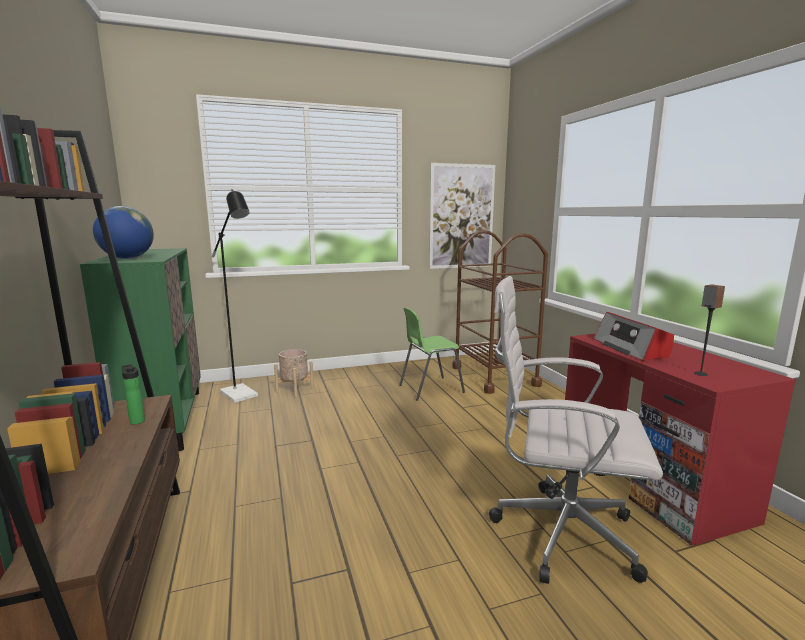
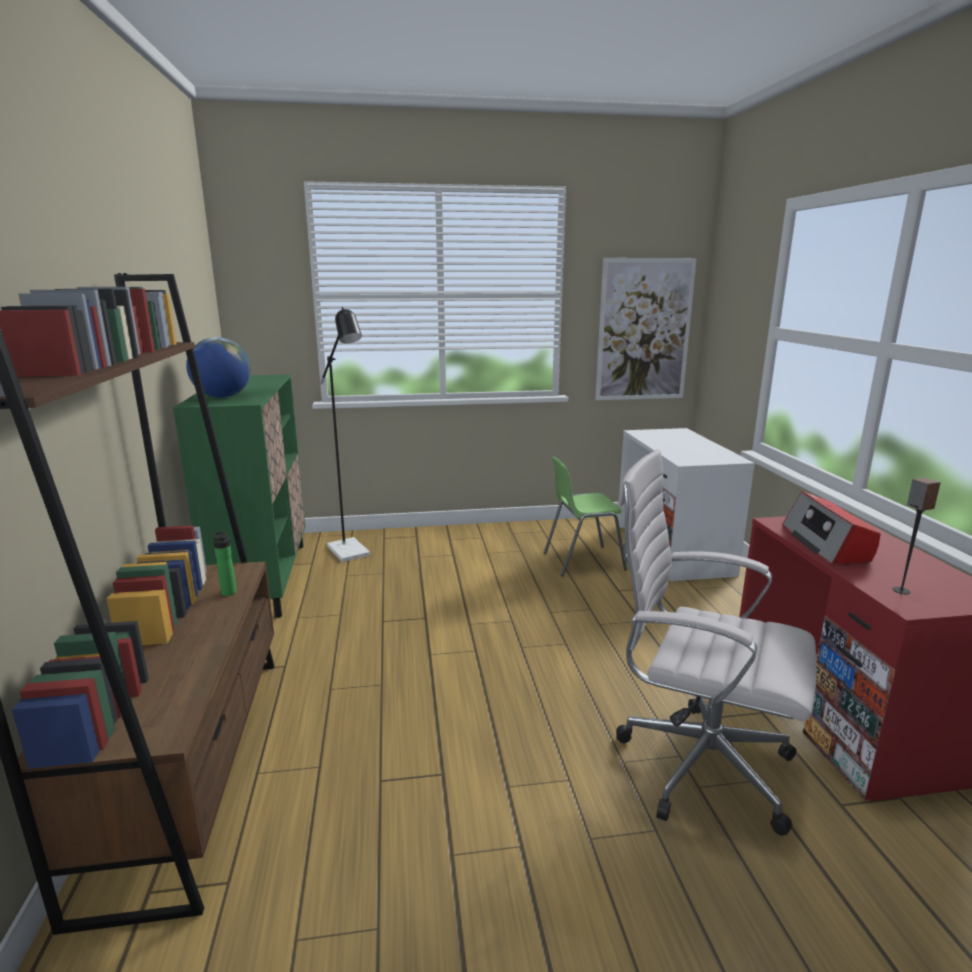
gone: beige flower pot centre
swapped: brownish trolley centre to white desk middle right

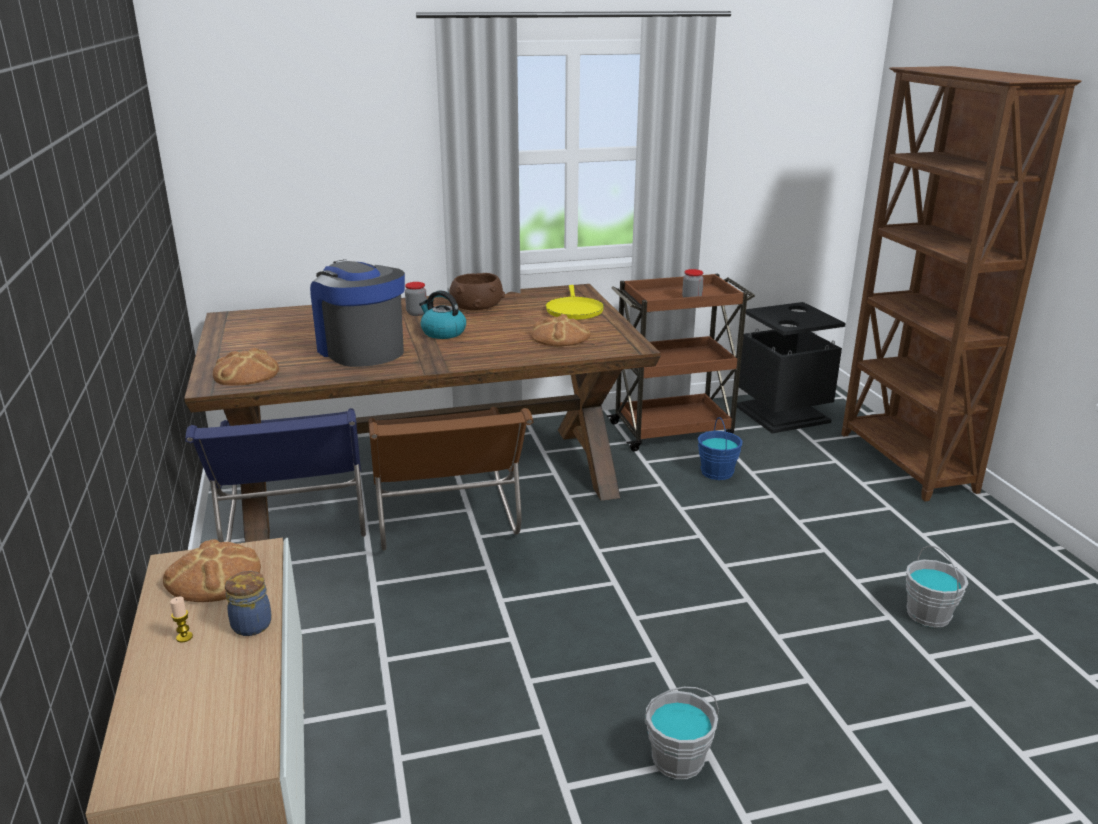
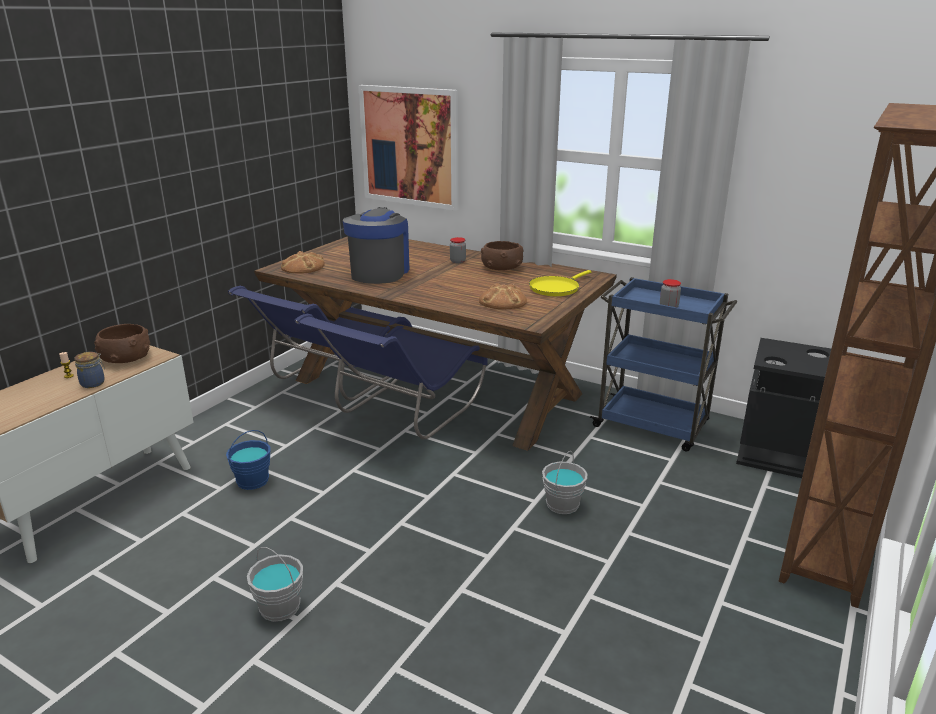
gone: kettle centre
new: wall picture top centre
shifted: blue-coloured bucket centre to middle left; greyish bucket (no. 2 from left) bottom right to bottom centre
swapped: baked bread (no. 1 from left) bottom left to brownish bowl (no. 1 from left) middle left
repainted: brownish trolley centre to blue-coloured trolley middle right; brownish plain chair centre to blue-coloured plain chair (no. 2 from left) centre

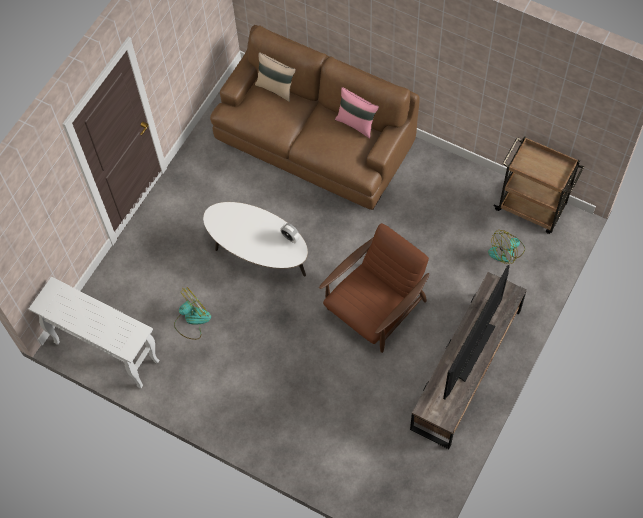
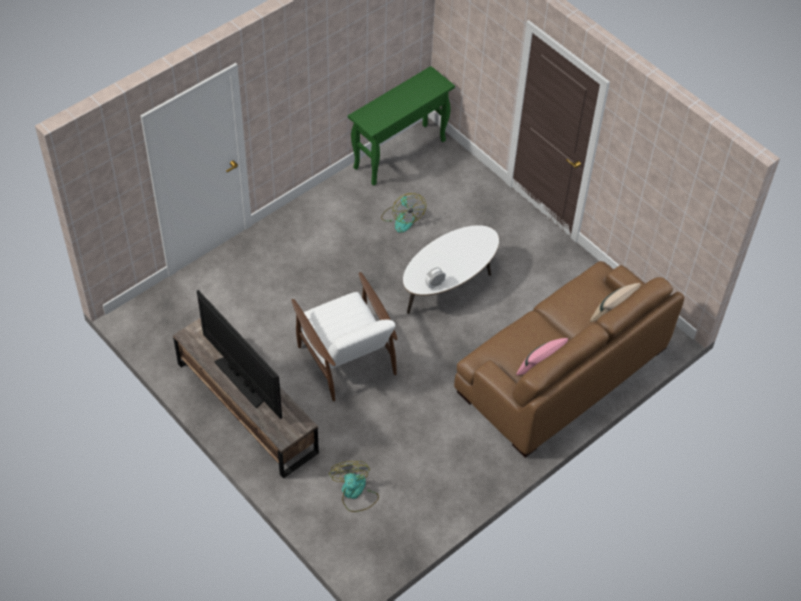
gone: brownish trolley middle right
repainted: brownish armchair centre to white armchair centre; white hall table middle left to green hall table top centre

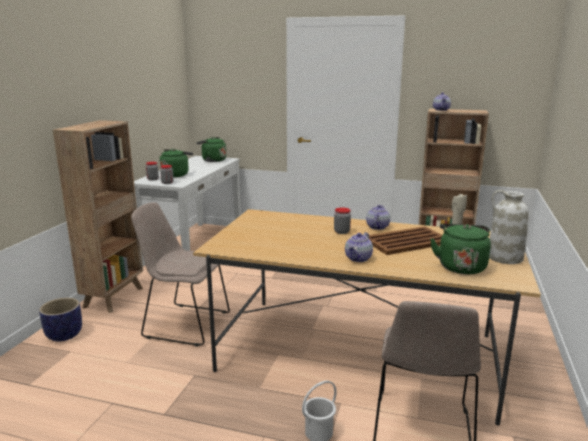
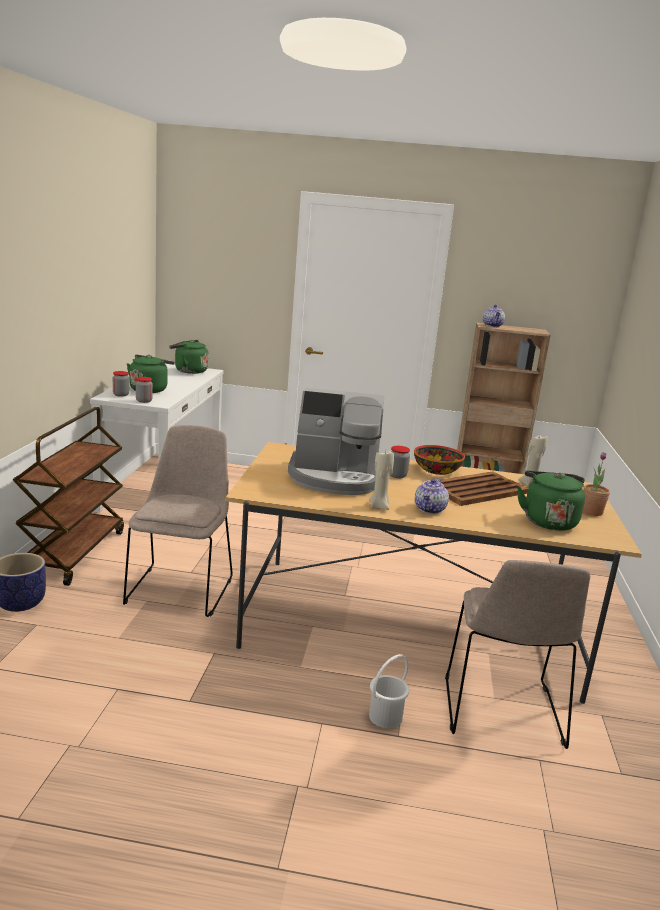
new: coffee maker centre; beige wax candle (no. 1 from left) centre
swapped: brownish shelving unit (no. 1 from left) middle left to brownish trolley middle left; white vase middle right to plant in a pot middle right; tea pot (no. 2 from left) centre to bowl centre
rotated: beige plain chair (no. 1 from left) middle left = middle left 90 degrees clockwise

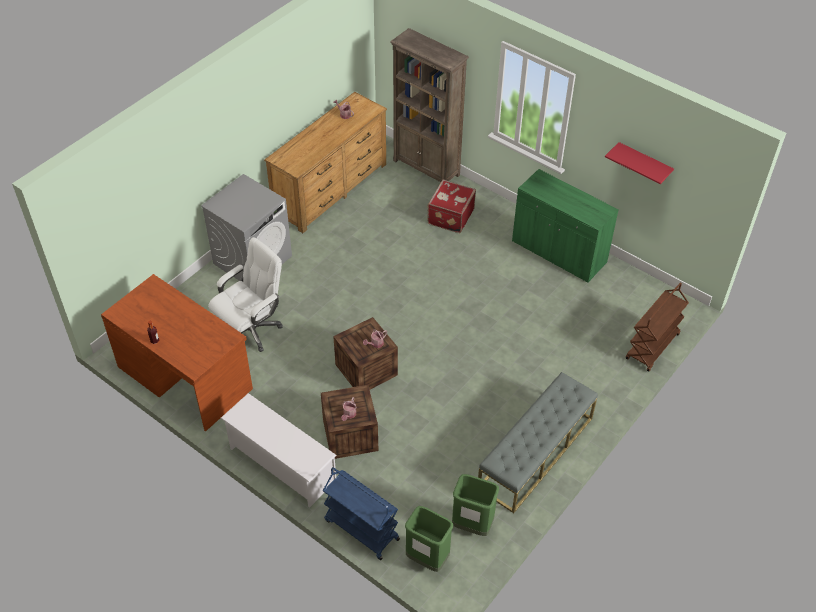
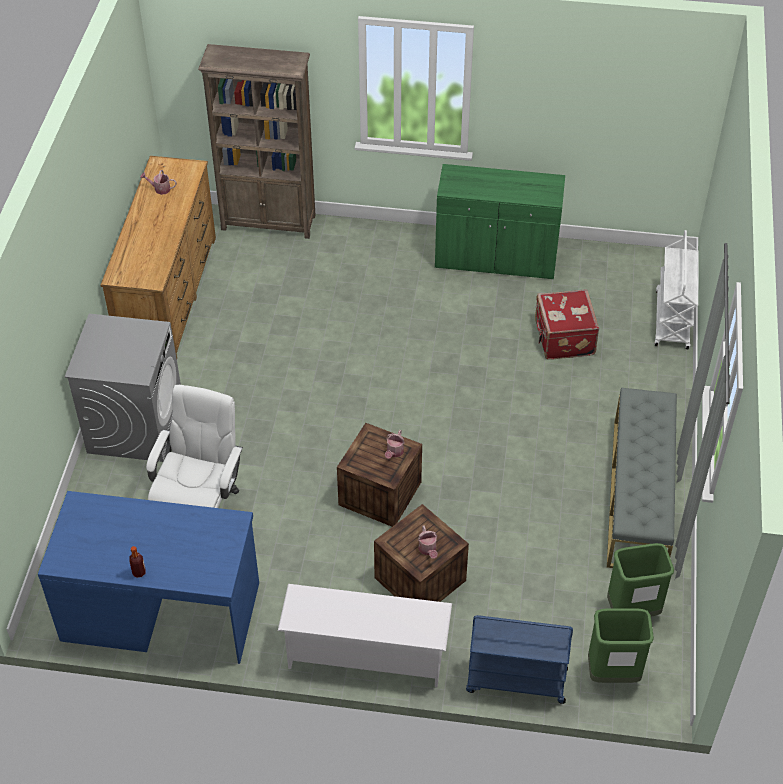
gone: reddish shelf top right
shifted: reddish travel case centre to middle right
repainted: brownish desk middle left to blue-coloured desk bottom left; brownish trolley middle right to white trolley middle right

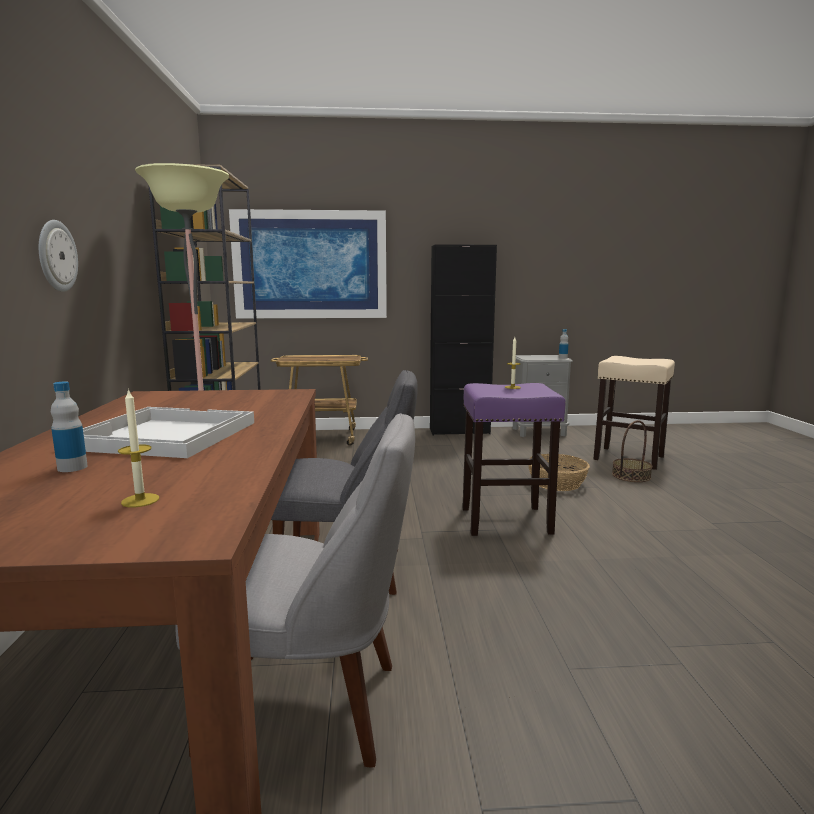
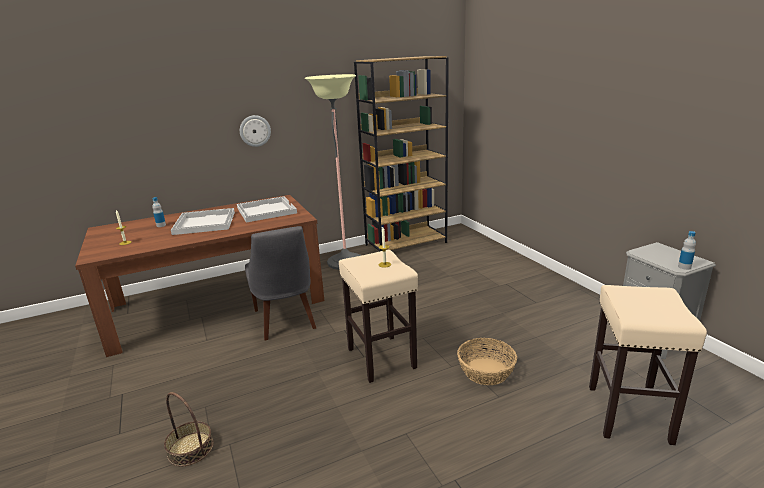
gone: wall picture top centre; blackish storage cabinet centre; trolley centre; greyish plain chair (no. 1 from left) bottom centre
new: white tray (no. 2 from left) centre
shifted: storage basket (no. 2 from left in the first image) middle right to storage basket (no. 1 from left) bottom left
repainted: purple-coloured stool seat centre to beige stool seat (no. 1 from left) centre

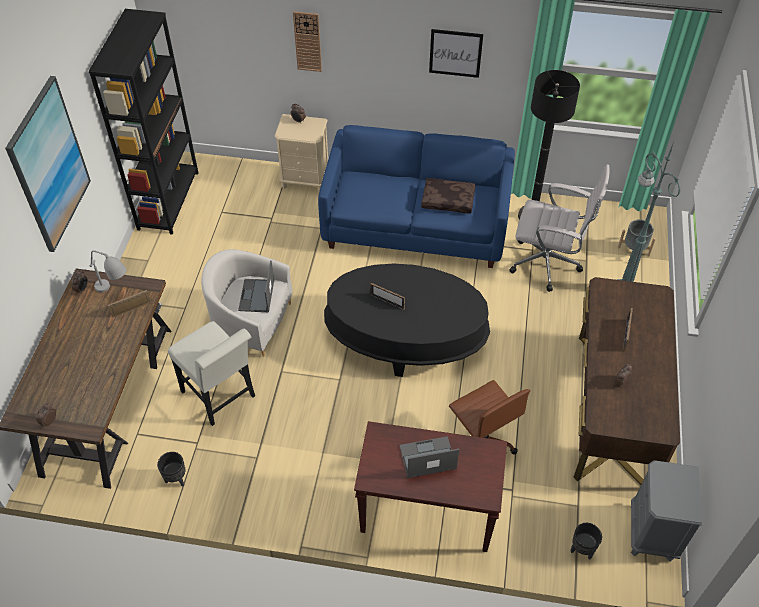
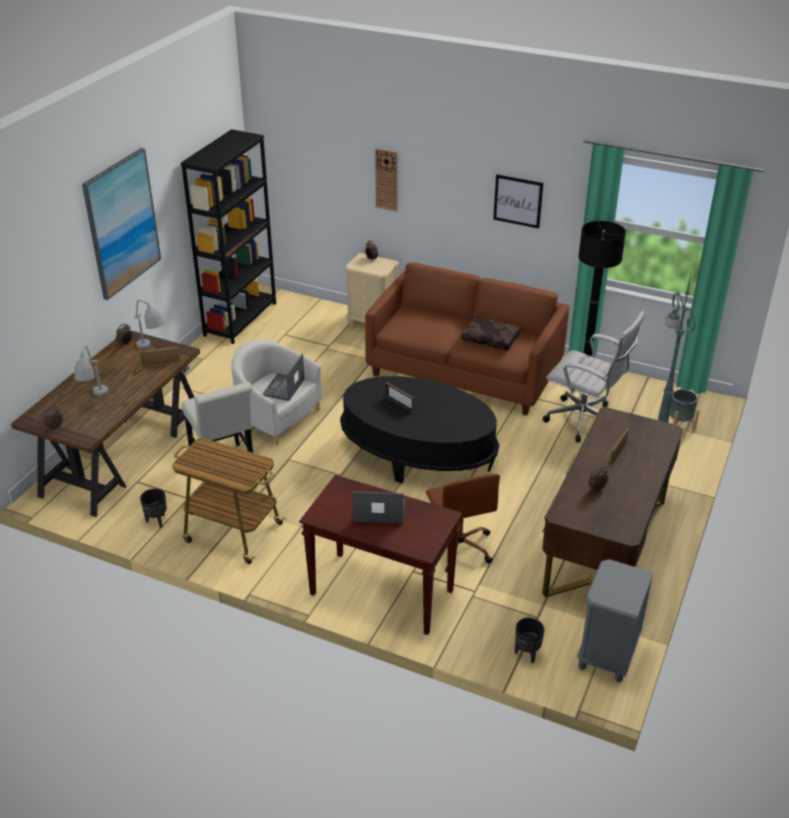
new: greyish tabletop lamp (no. 1 from left) middle left; trolley middle left
repainted: blue-coloured sofa top centre to brownish sofa centre

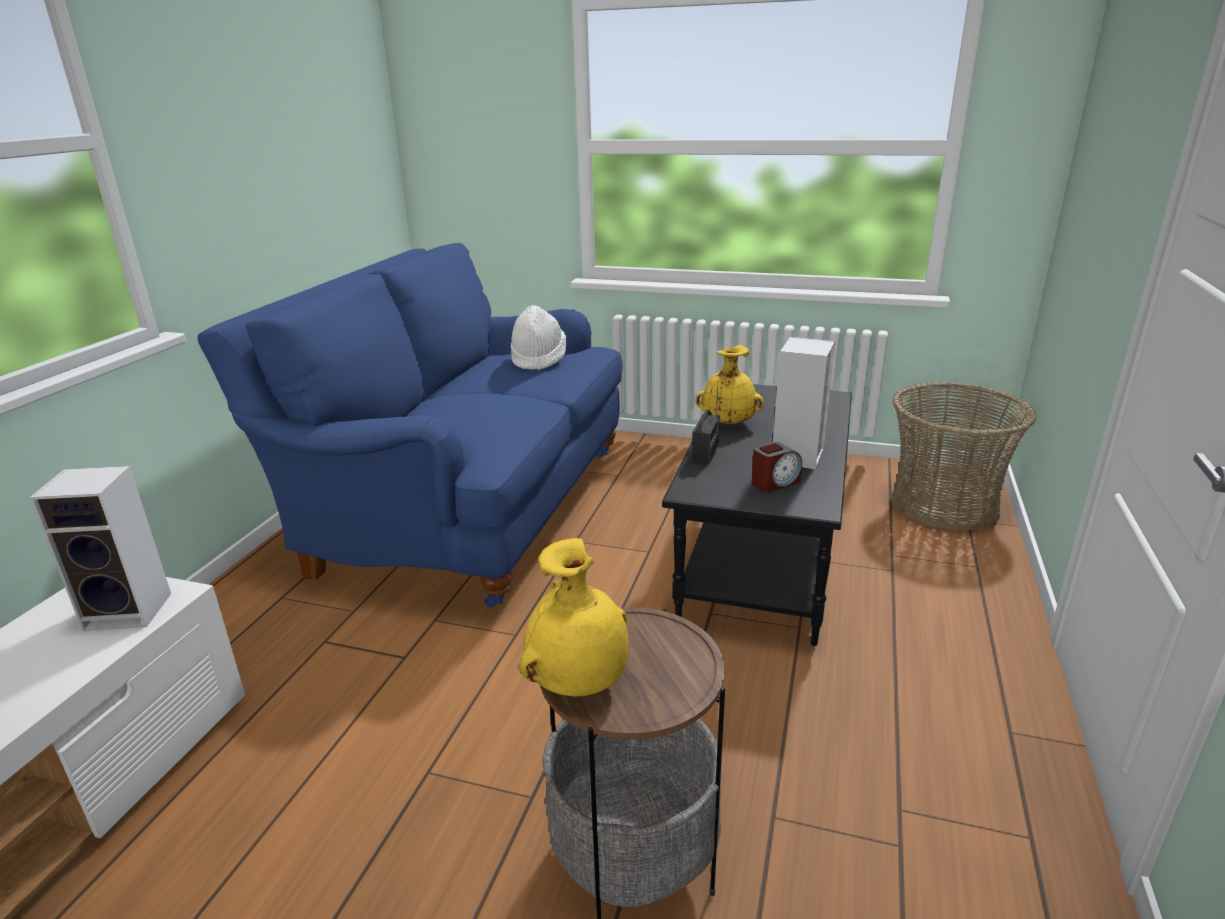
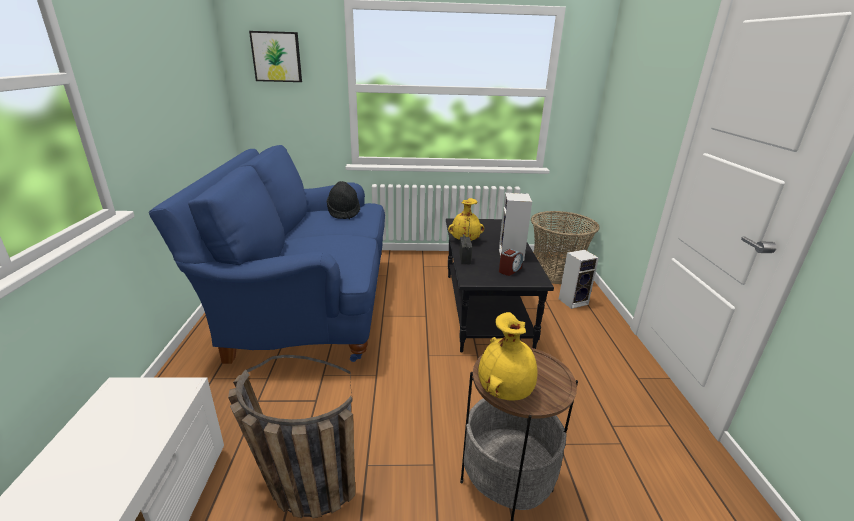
new: wall picture top left; storage basket (no. 1 from left) bottom centre
shifted: speaker (no. 1 from left in the first image) middle left to speaker (no. 2 from left) middle right
repainted: white clothing hat centre to blackish clothing hat centre

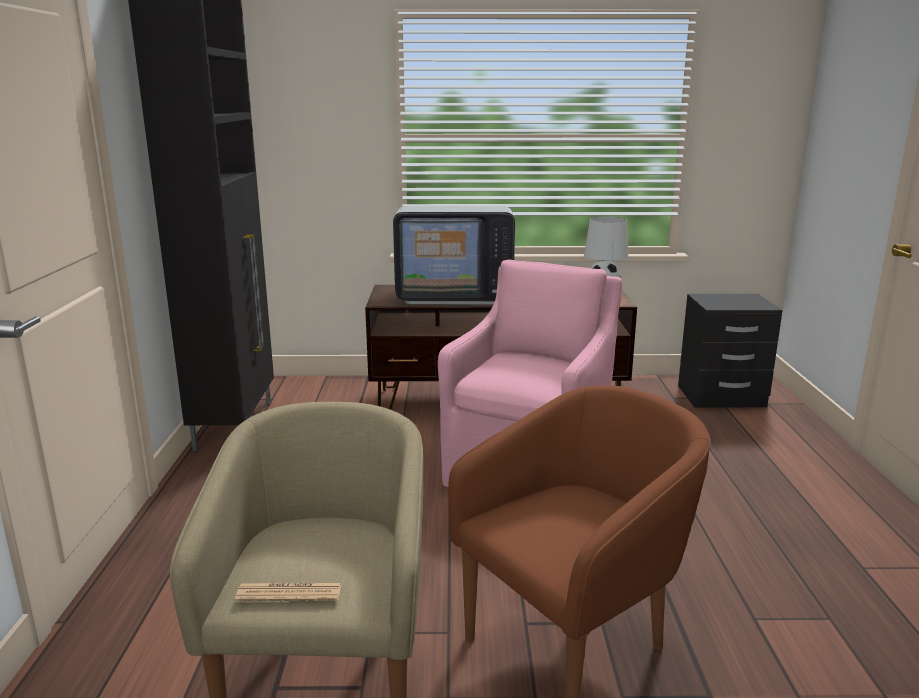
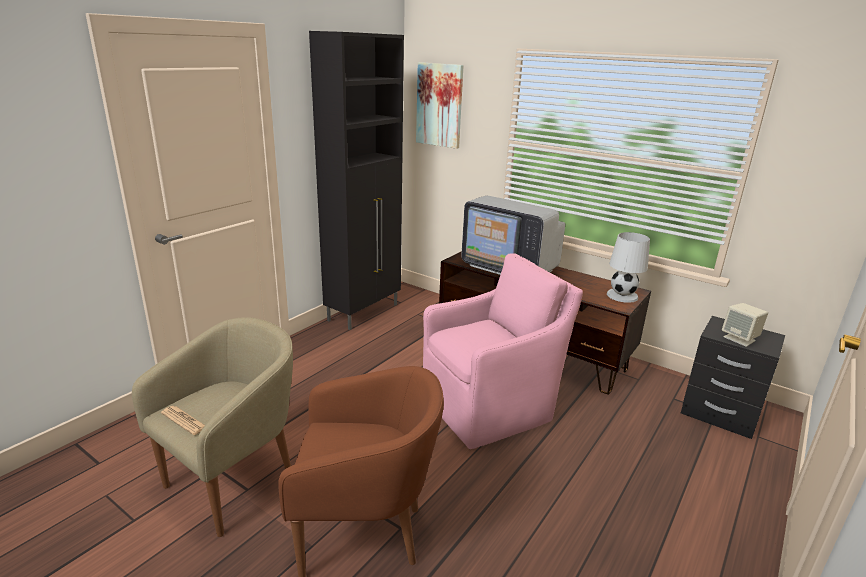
new: wall picture top centre; beige speaker middle right

